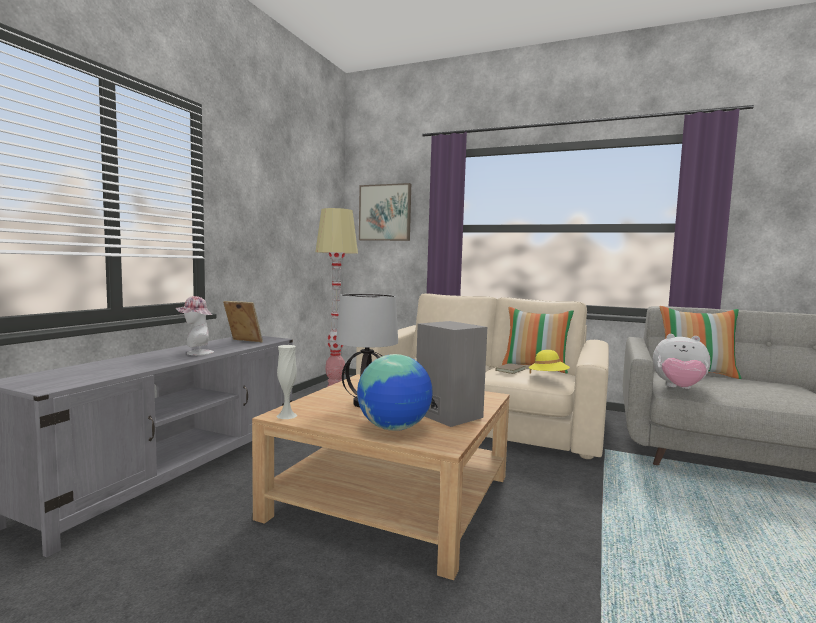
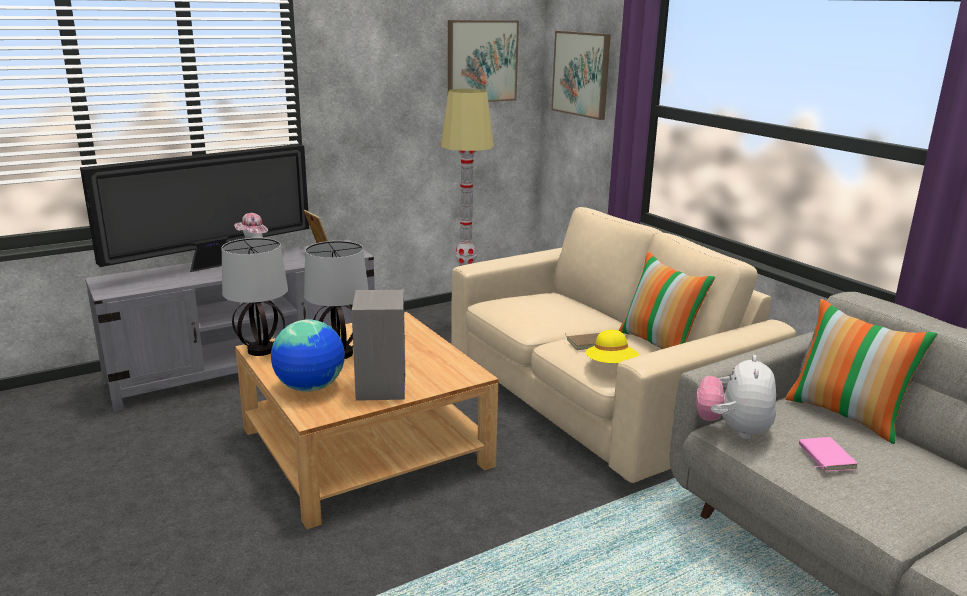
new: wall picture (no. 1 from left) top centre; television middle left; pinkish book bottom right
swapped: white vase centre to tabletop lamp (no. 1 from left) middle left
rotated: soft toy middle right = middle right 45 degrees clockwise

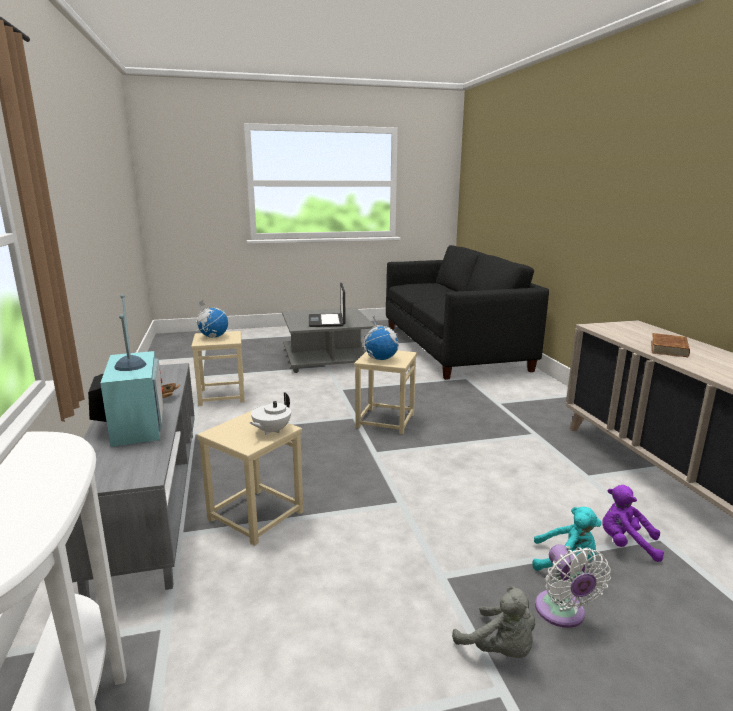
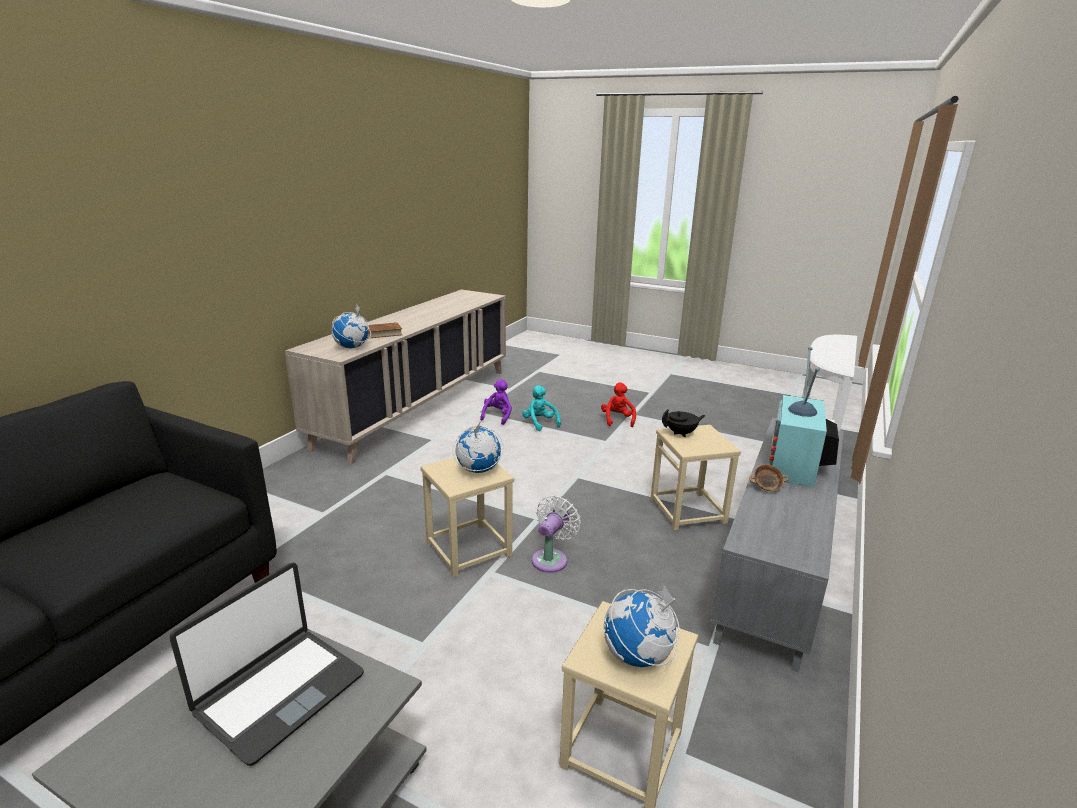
new: globe (no. 1 from left) middle left
shifted: white cooling fan bottom right to centre
repainted: white tea pot centre to blackish tea pot centre; greyish soft toy bottom right to reddish soft toy centre
rotated: purple-coloured soft toy bottom right = centre 135 degrees counterclockwise

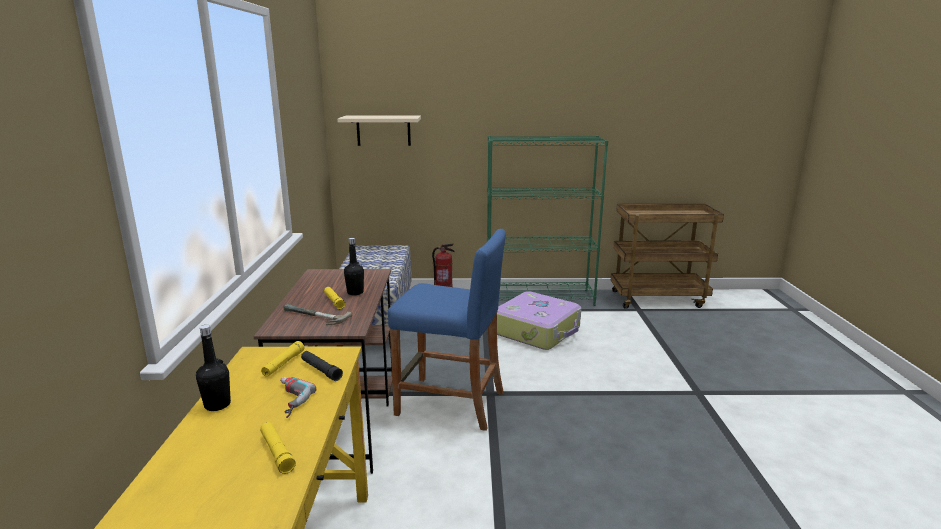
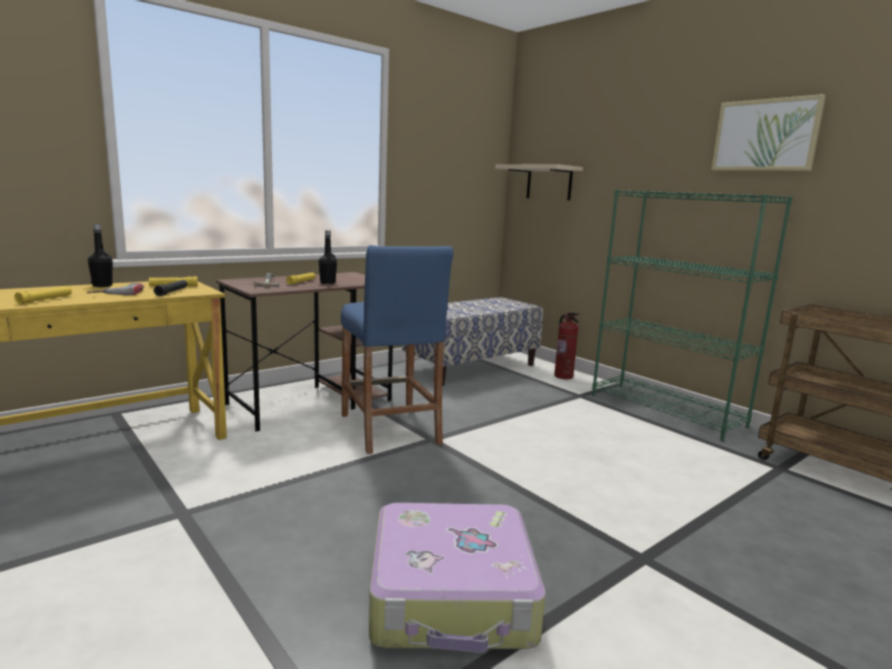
new: wall picture top right
shifted: travel case centre to bottom centre

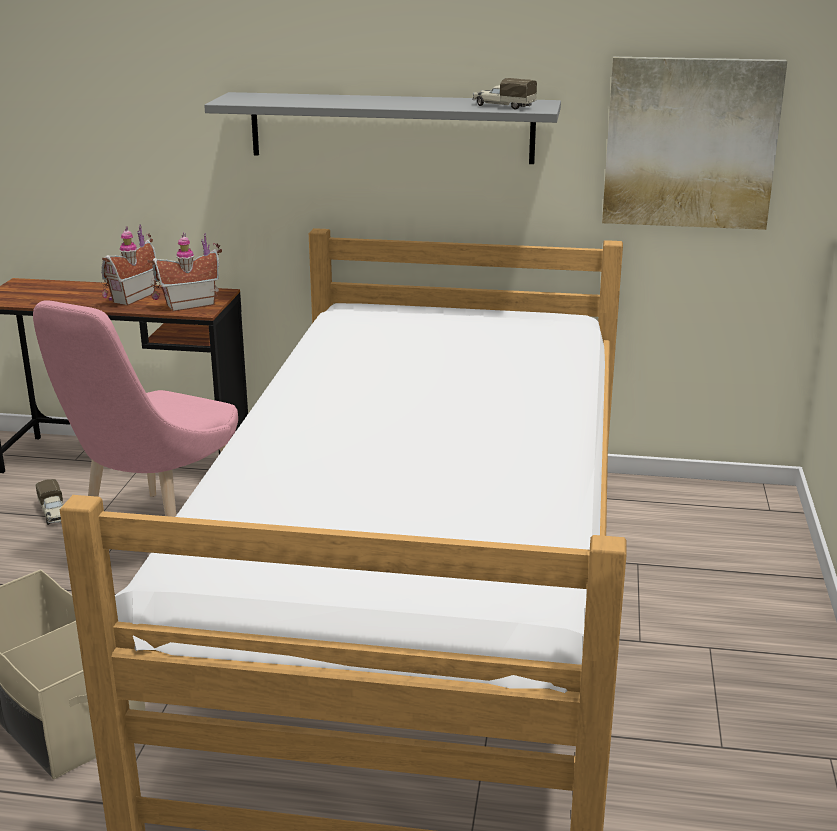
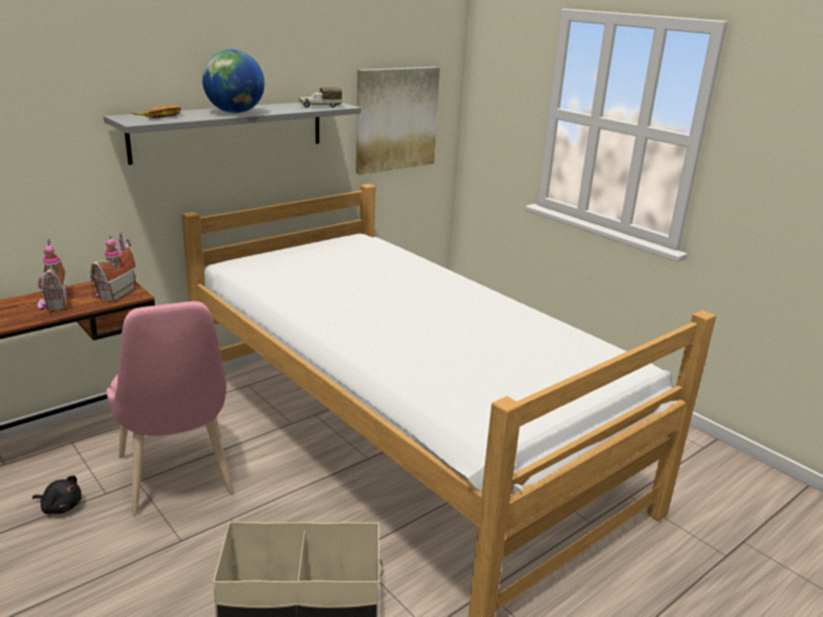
new: globe top left; banana top left
swapped: toy truck (no. 1 from left) middle left to blackish soft toy bottom left

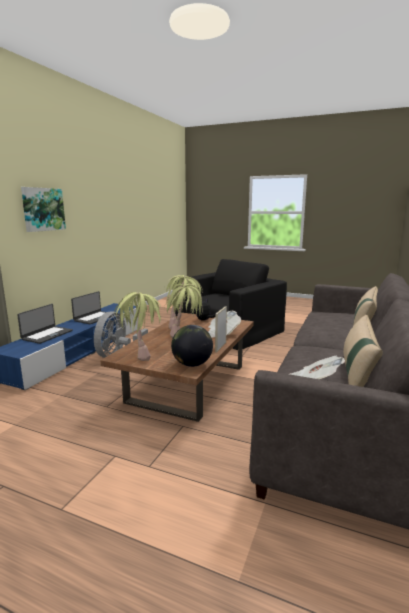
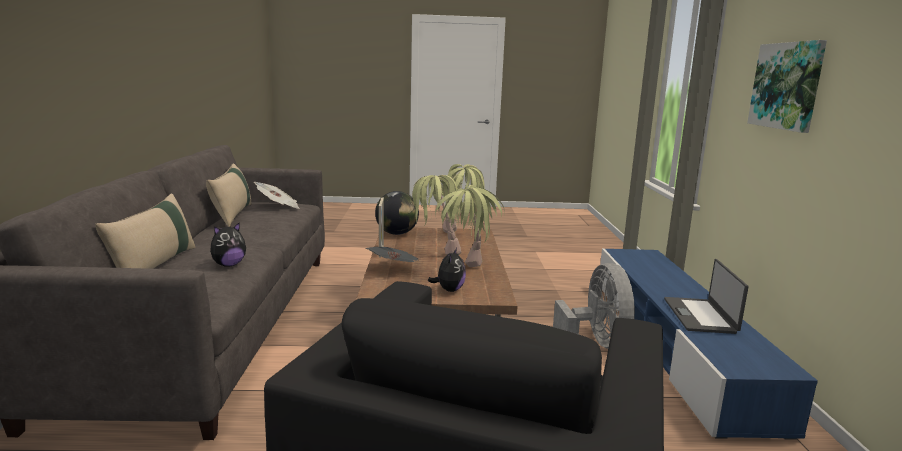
gone: notebook computer (no. 1 from left) middle left
new: soft toy (no. 1 from left) middle left

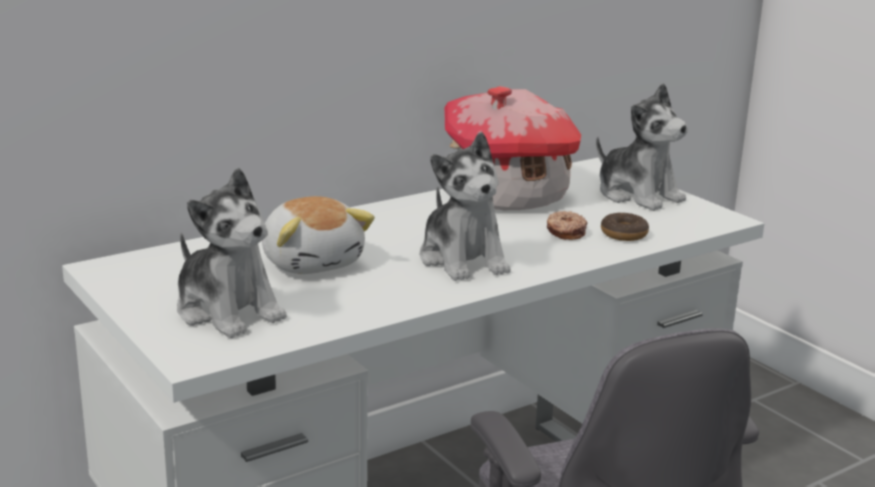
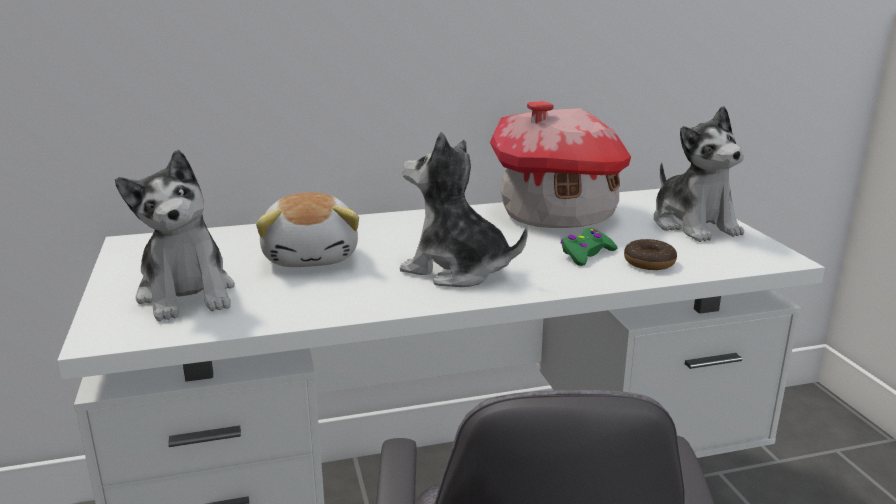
swapped: donut (no. 1 from left) centre to green joypad centre
rotated: soft toy (no. 3 from left) centre = centre 120 degrees clockwise

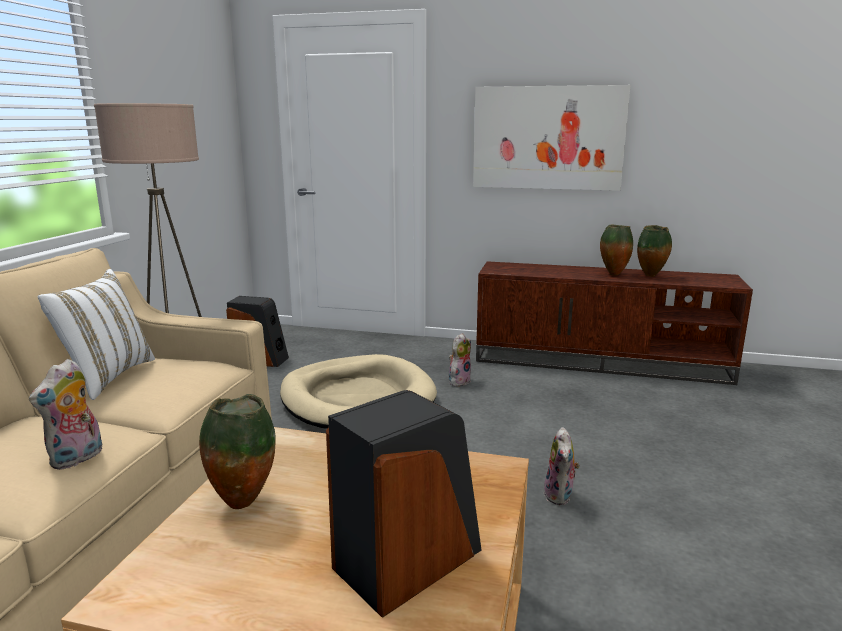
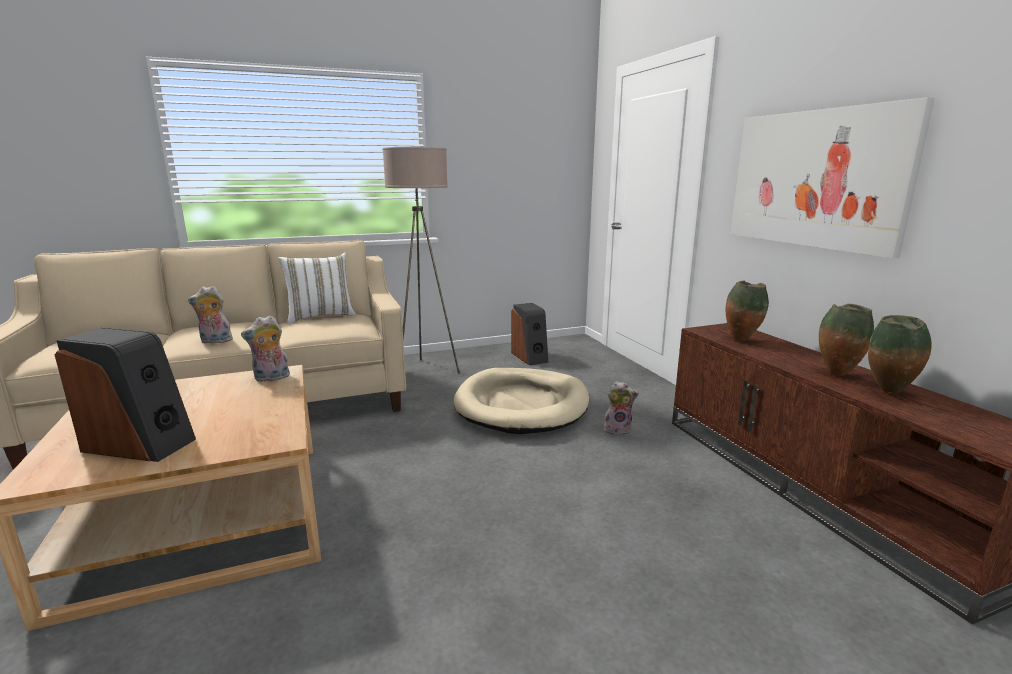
shifted: vase (no. 1 from left) bottom left to middle right; soft toy (no. 3 from left in the first image) bottom right to soft toy (no. 2 from left) middle left

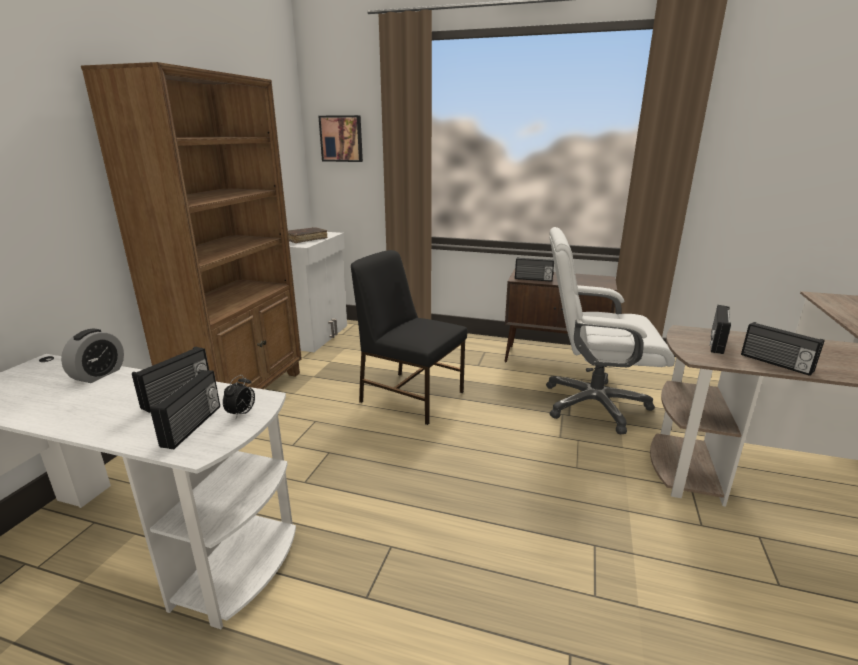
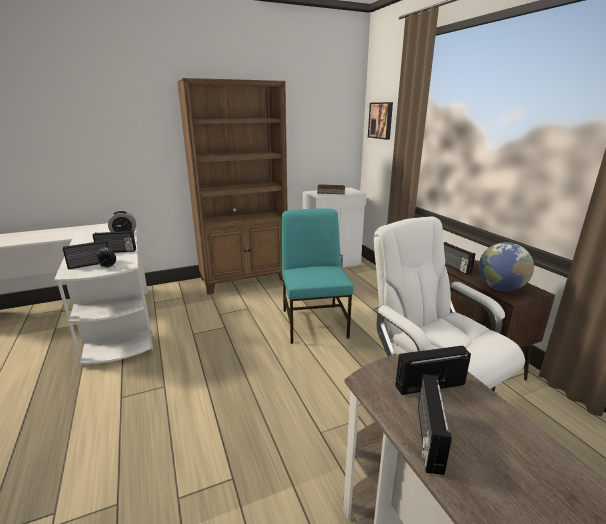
new: globe middle right
repainted: blackish plain chair centre to turquoise plain chair centre

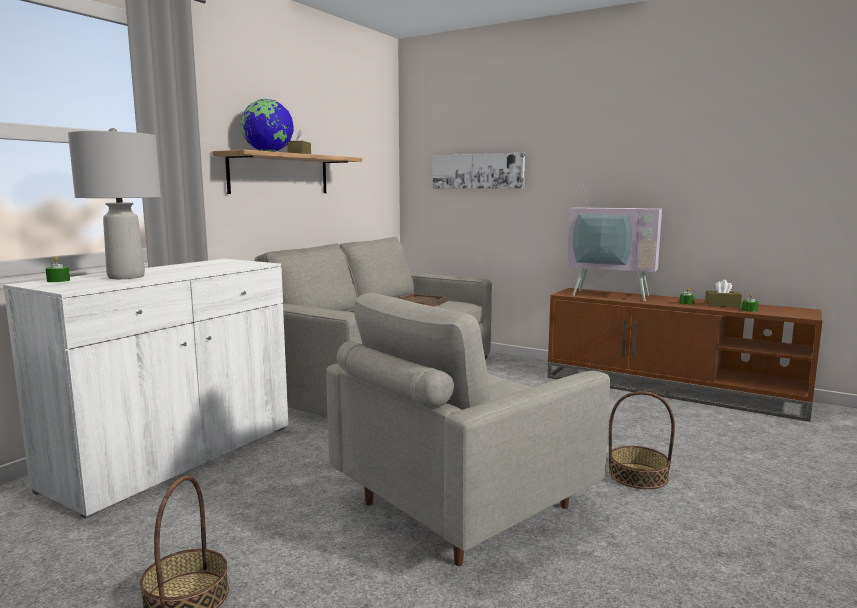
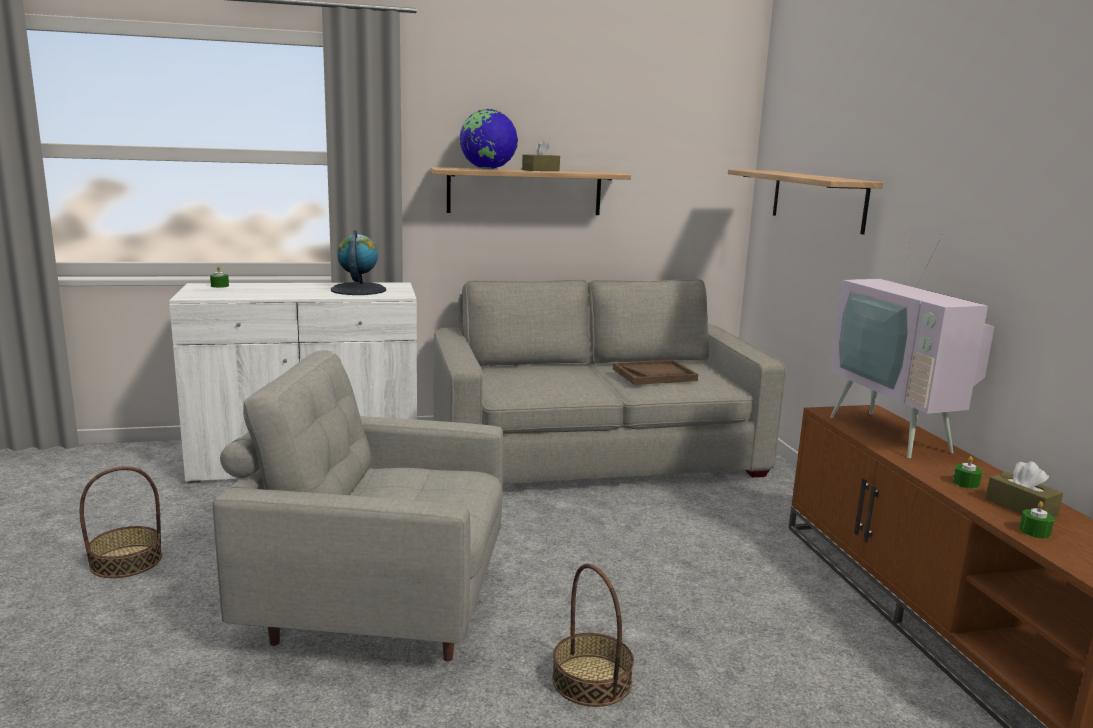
gone: greyish tabletop lamp middle left
new: globe (no. 1 from left) middle left
swapped: wall picture top centre to shelf (no. 2 from left) top right

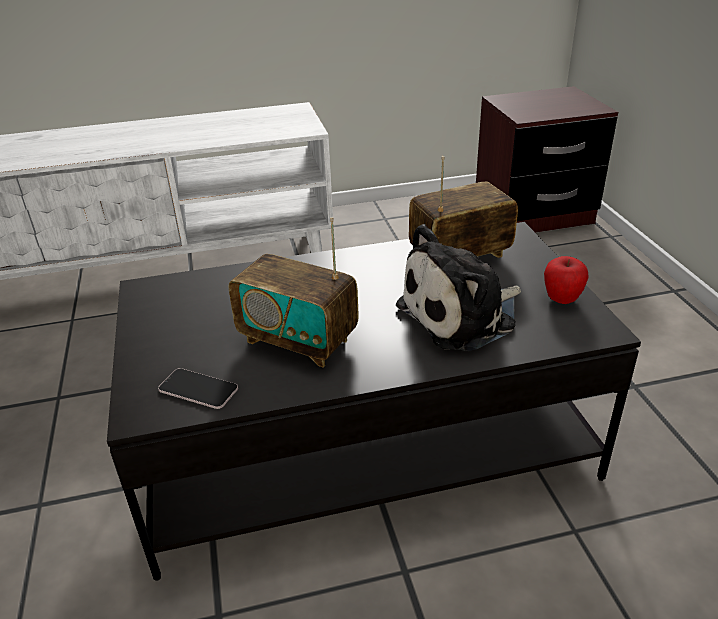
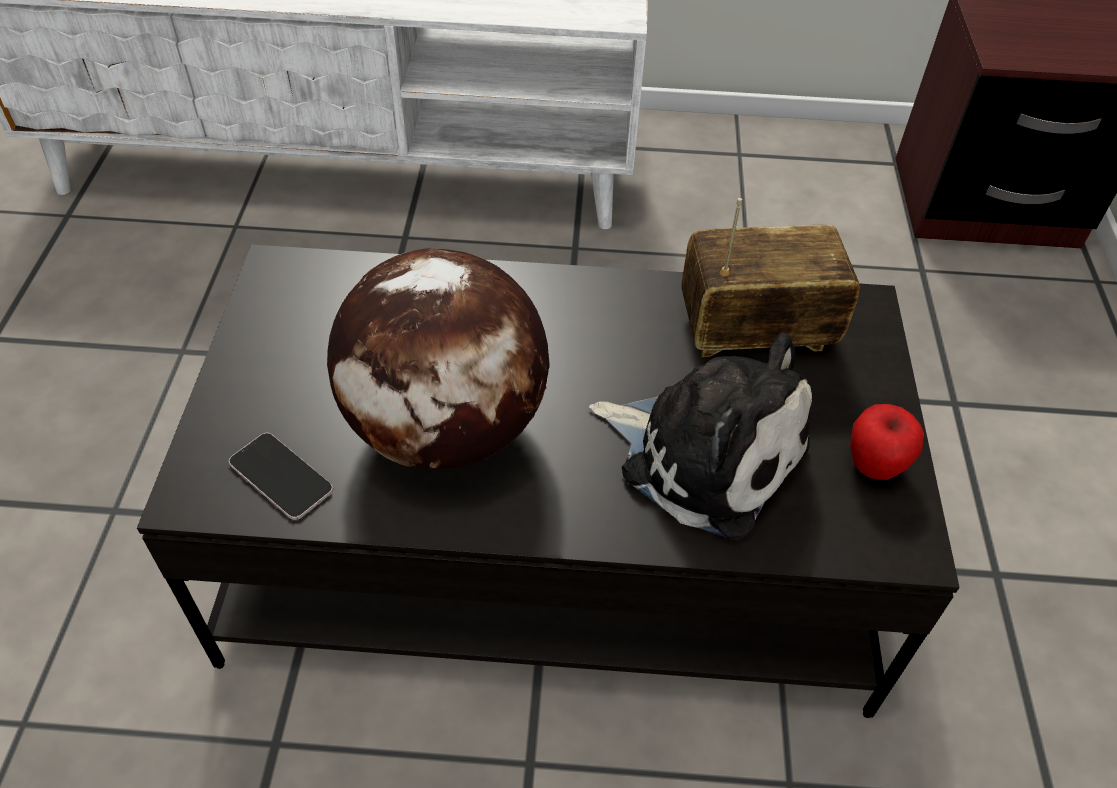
swapped: radio set (no. 1 from left) centre to globe centre
rotated: soft toy centre = centre 135 degrees counterclockwise

